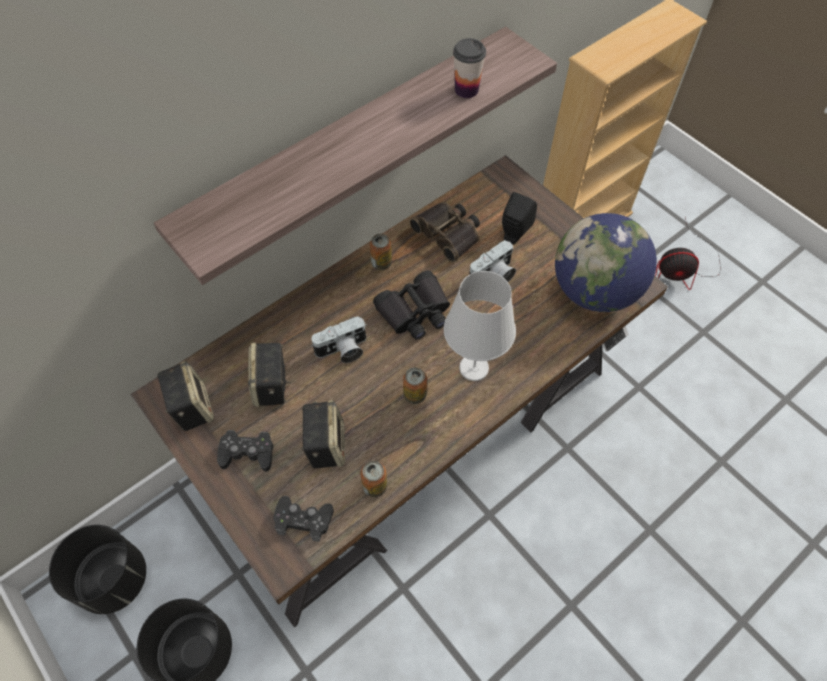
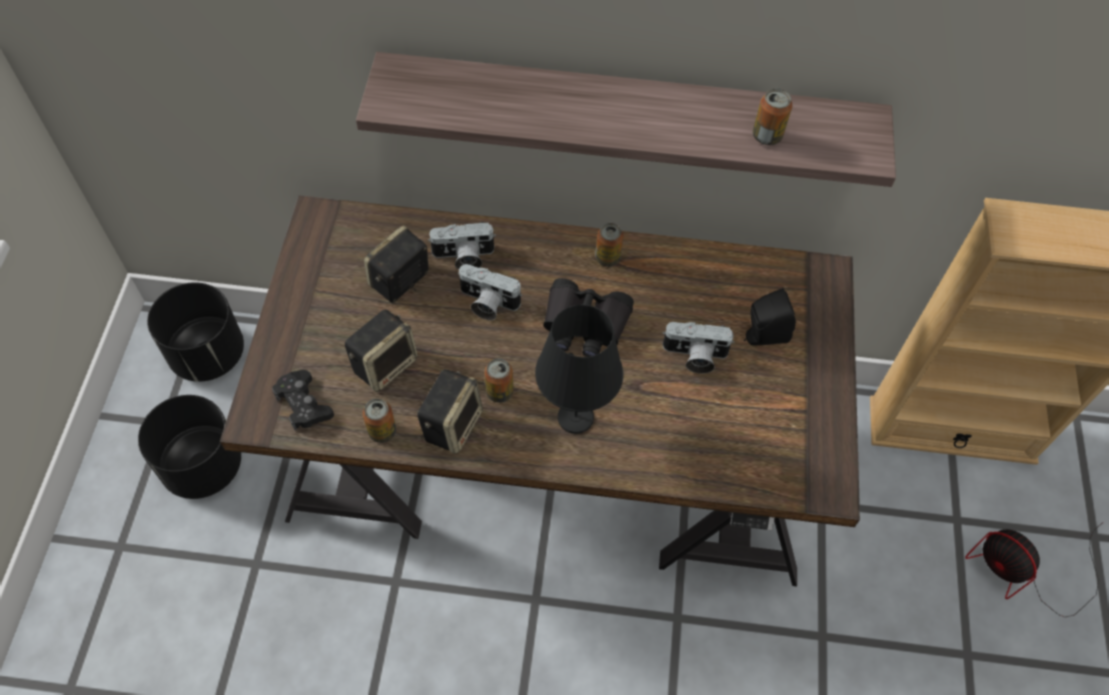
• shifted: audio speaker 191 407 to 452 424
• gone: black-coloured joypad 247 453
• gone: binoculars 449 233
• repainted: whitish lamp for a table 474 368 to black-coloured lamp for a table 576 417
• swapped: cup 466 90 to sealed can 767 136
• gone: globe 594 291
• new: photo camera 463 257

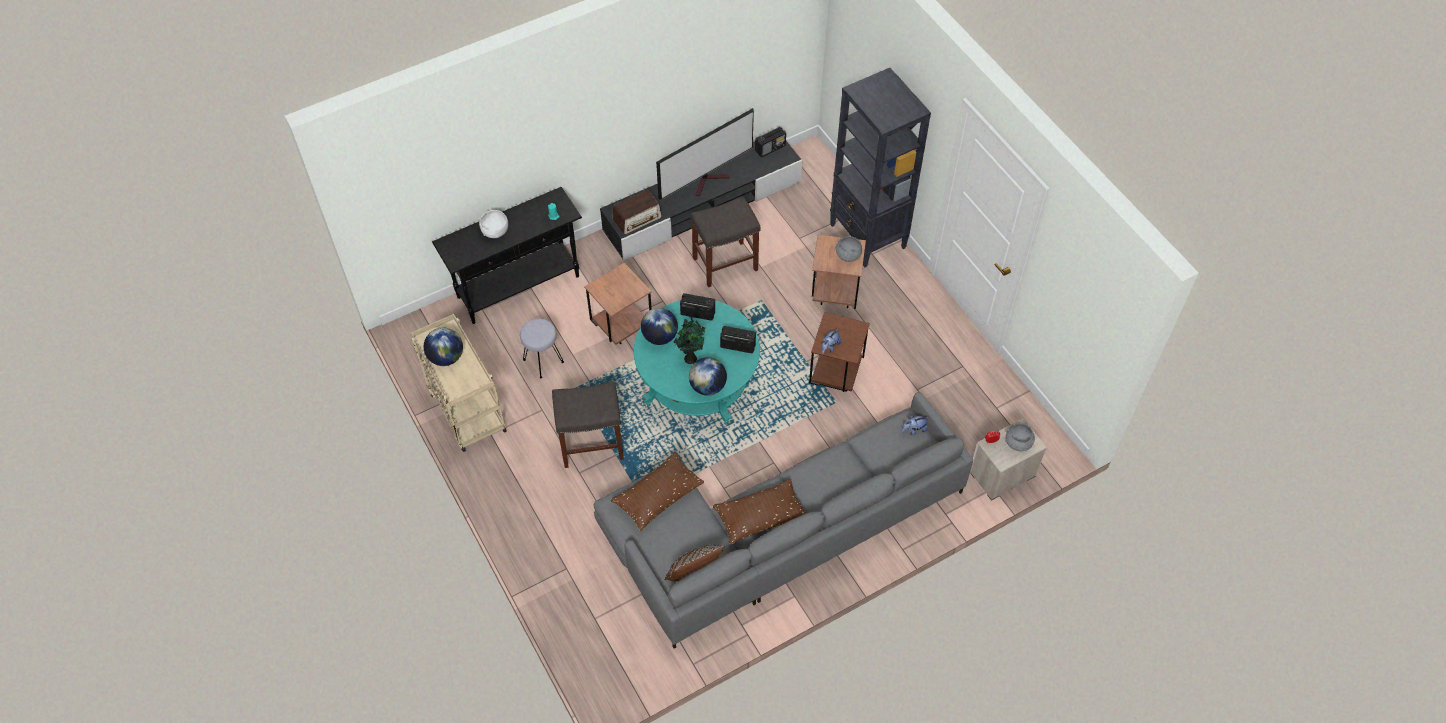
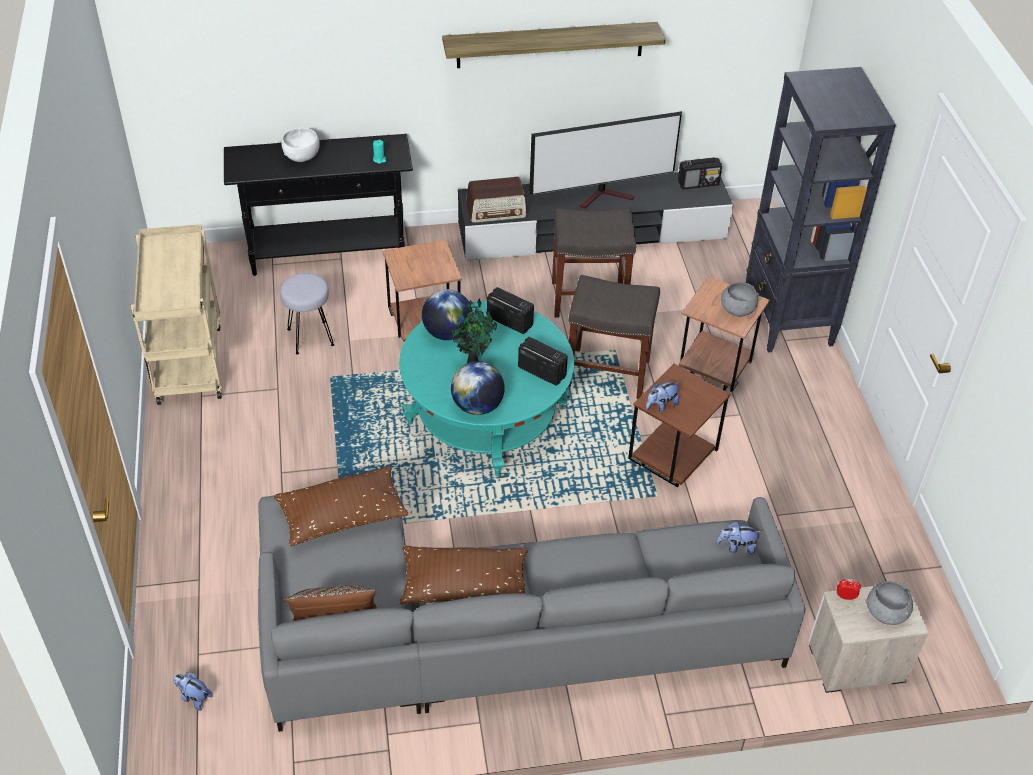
• gone: globe 446 357
• shifted: grey sitting stool 592 444 to 609 372
• new: soft toy 194 697
• new: shelf 550 45

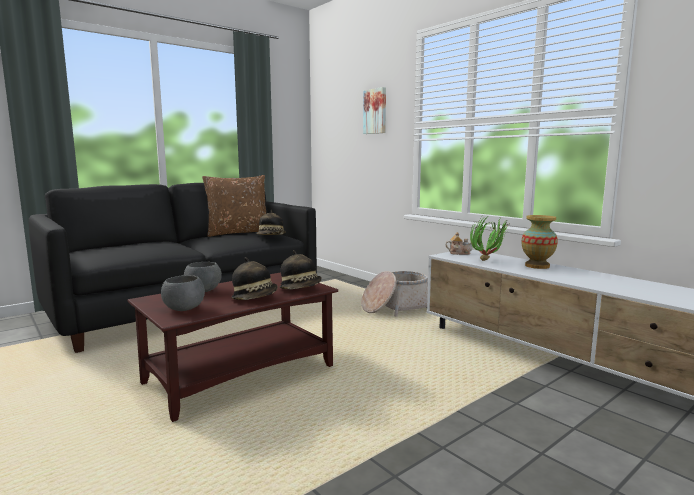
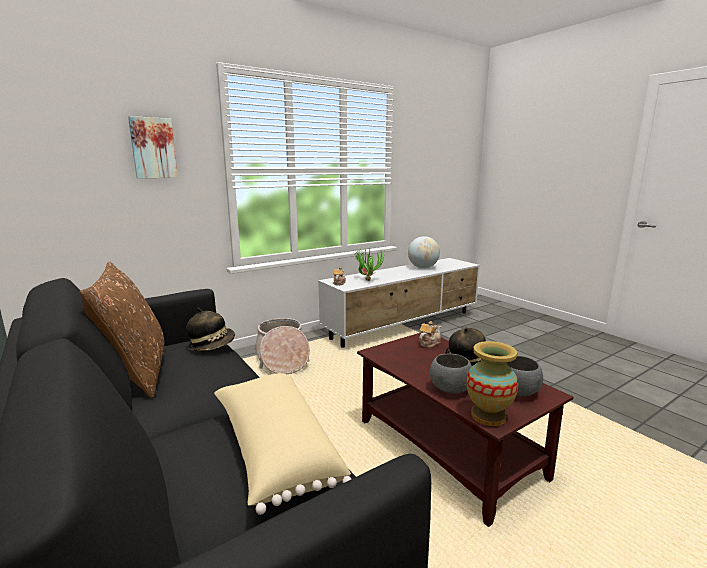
• swapped: wearable hat 301 288 to tea pot 429 343
• shifted: flower vase 537 266 to 488 416
• new: beige pillow 274 450
• new: globe 423 267

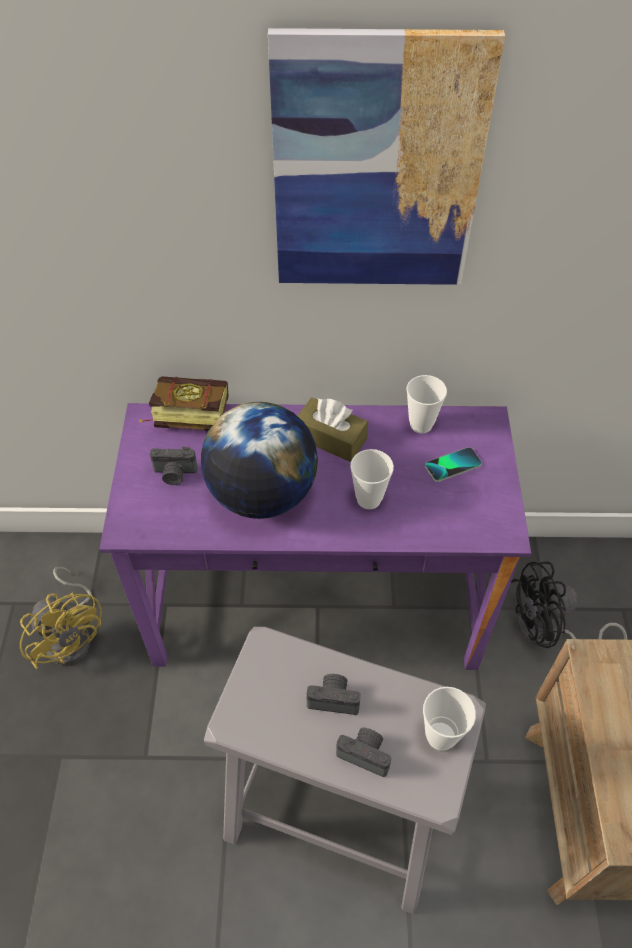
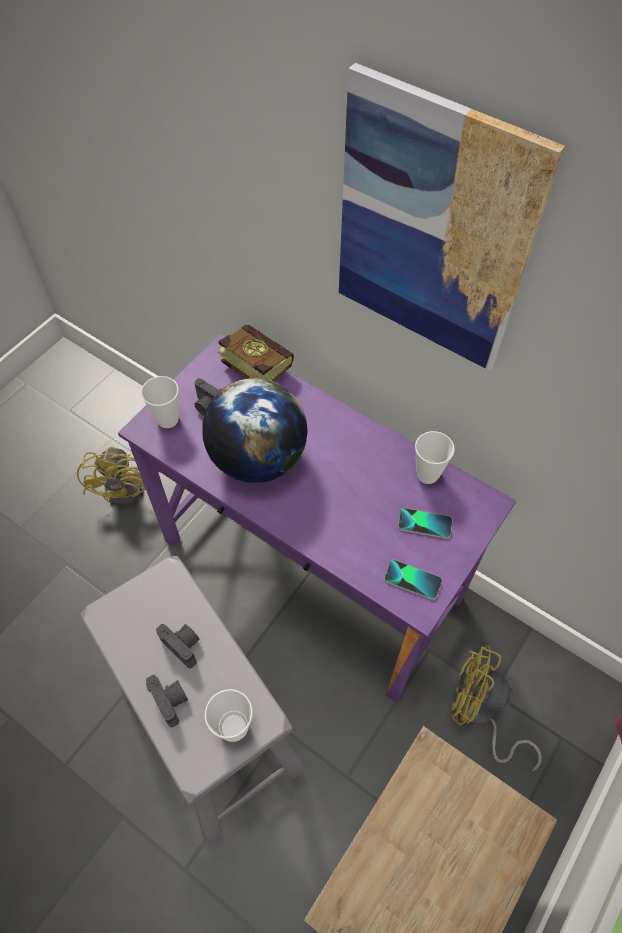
• gone: brown tissue box 330 438
• shifted: cup 369 499 to 167 419
• repainted: black-coloured cooling fan 549 633 to yellow-coloured cooling fan 479 713
• new: phone 412 580

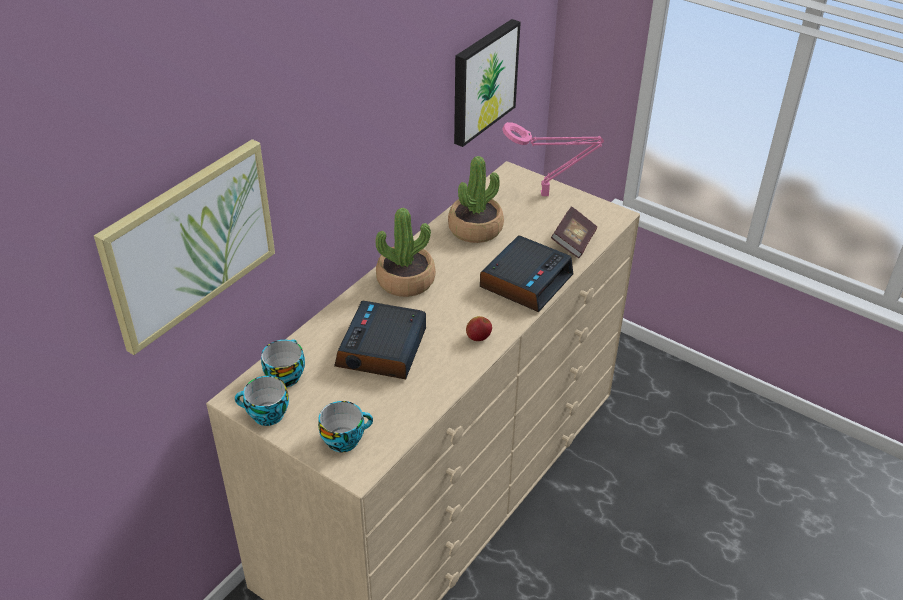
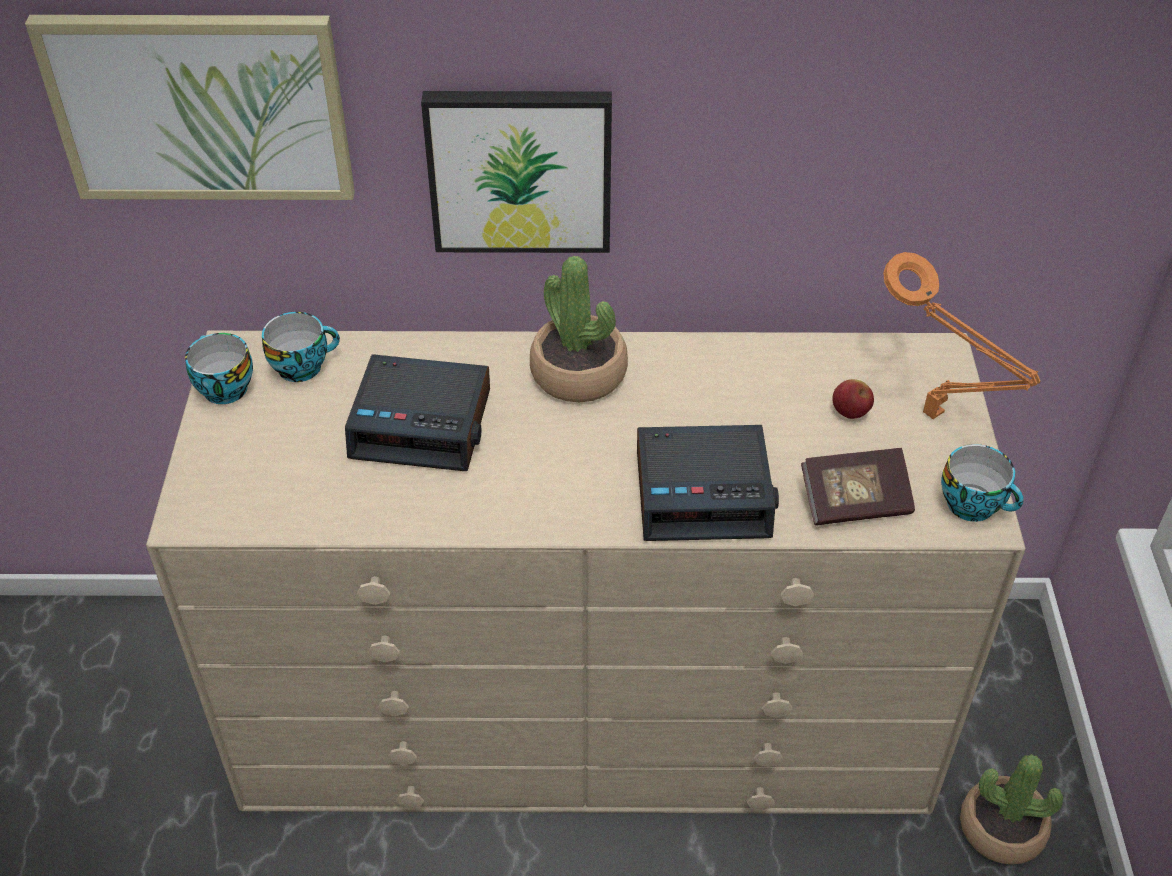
• shifted: cup 345 439 to 974 504
• rotated: alarm clock 382 349 = 423 424 150 degrees counterclockwise
• shifted: potted plant 475 229 to 1001 829
• shifted: wall art 482 81 to 520 169
• shifted: apple 478 337 to 850 413
• repainted: pink lamp for a table 547 194 to orange-coloured lamp for a table 937 417

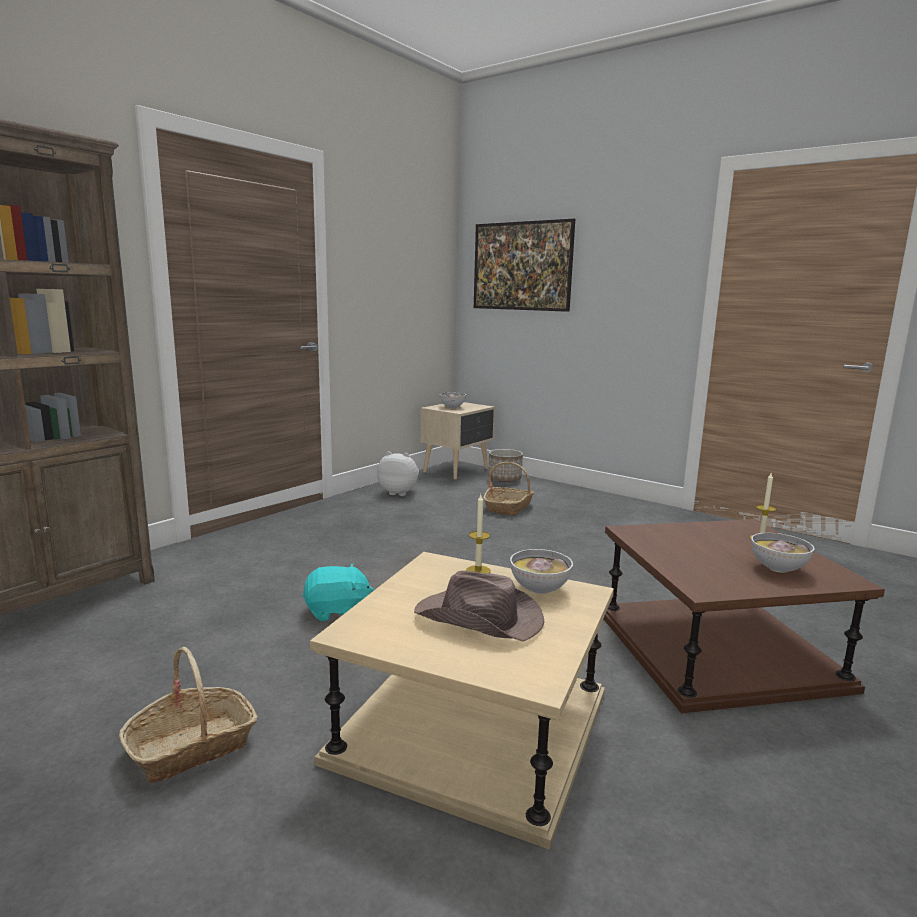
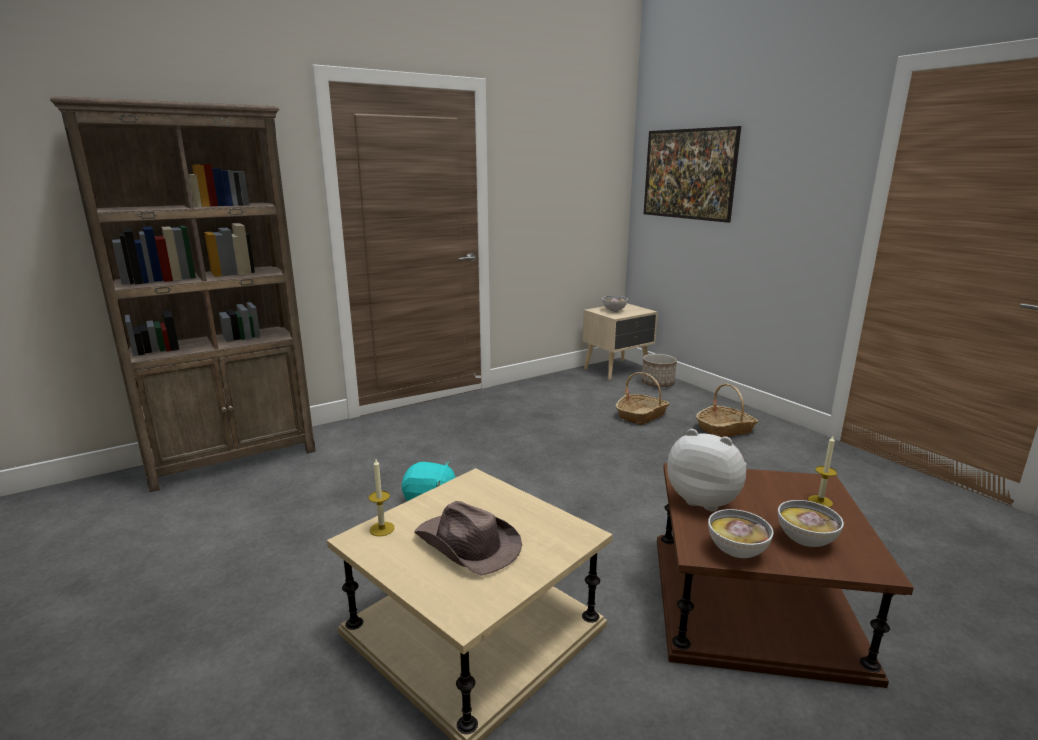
• shifted: storage basket 192 746 to 725 429
• shifted: soft toy 399 493 to 704 500
• shifted: wax candle 478 571 to 382 529
• shifted: deep dish 540 590 to 737 552

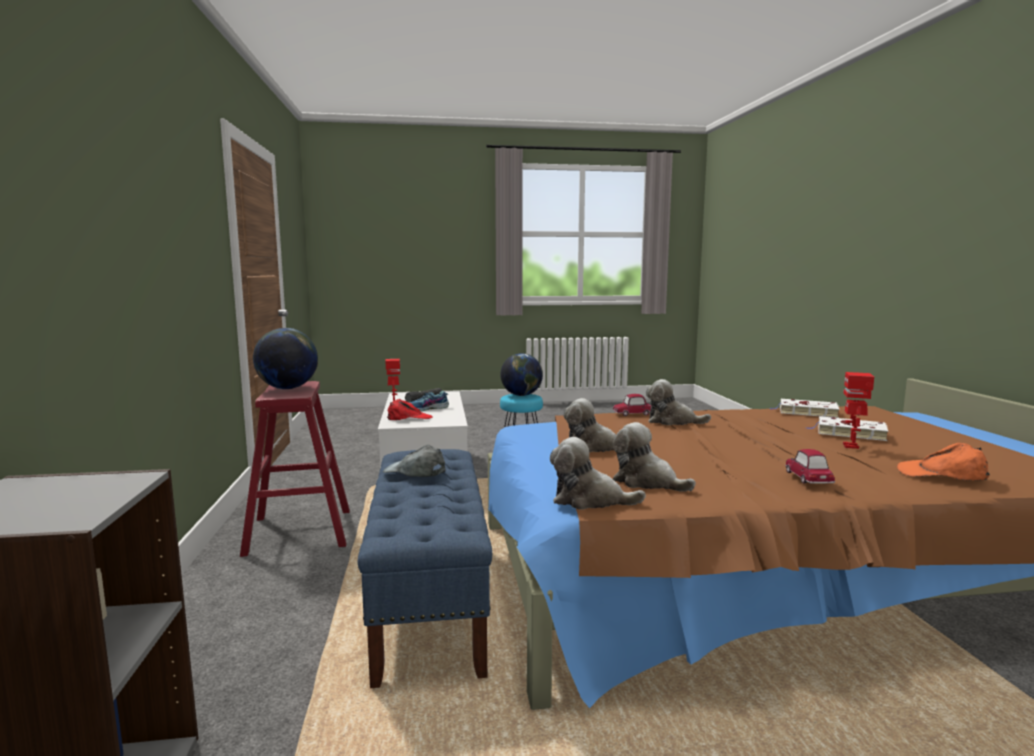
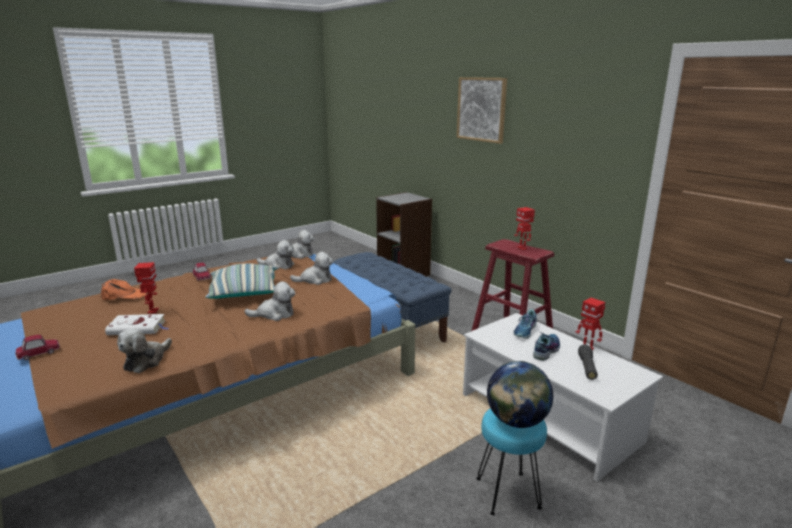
• swapped: globe 288 388 to toy robot 522 248
• gone: grey cap 415 471
• swapped: red-coloured cap 409 418 to low shoe 525 331
• shifted: model car 632 413 to 38 353
• swapped: whitish bound book 806 412 to soft toy 146 361
• new: pillow 244 293
• new: wall art 481 109

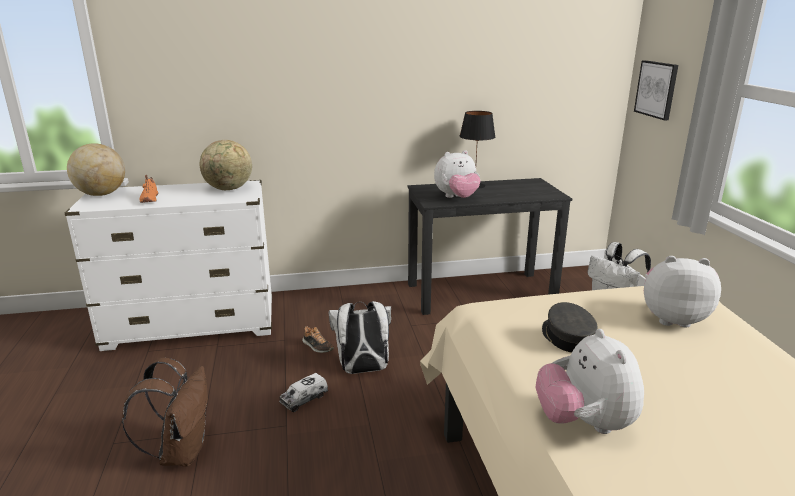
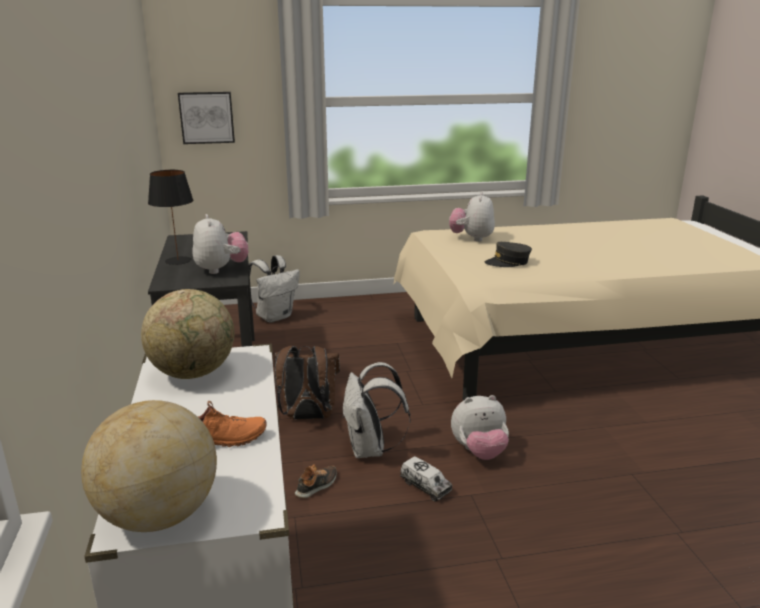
• shifted: brown rucksack 182 451 to 307 417
• shifted: soft toy 584 423 to 479 452

